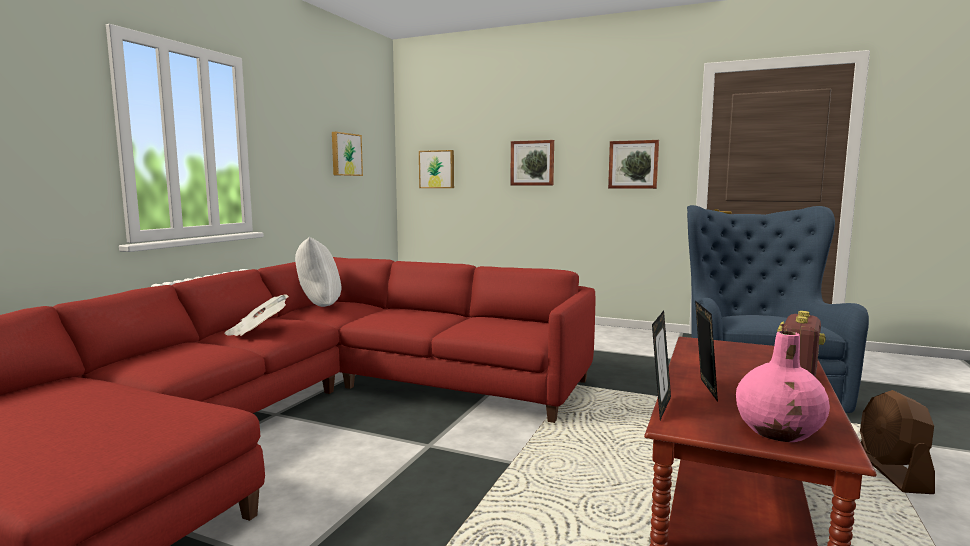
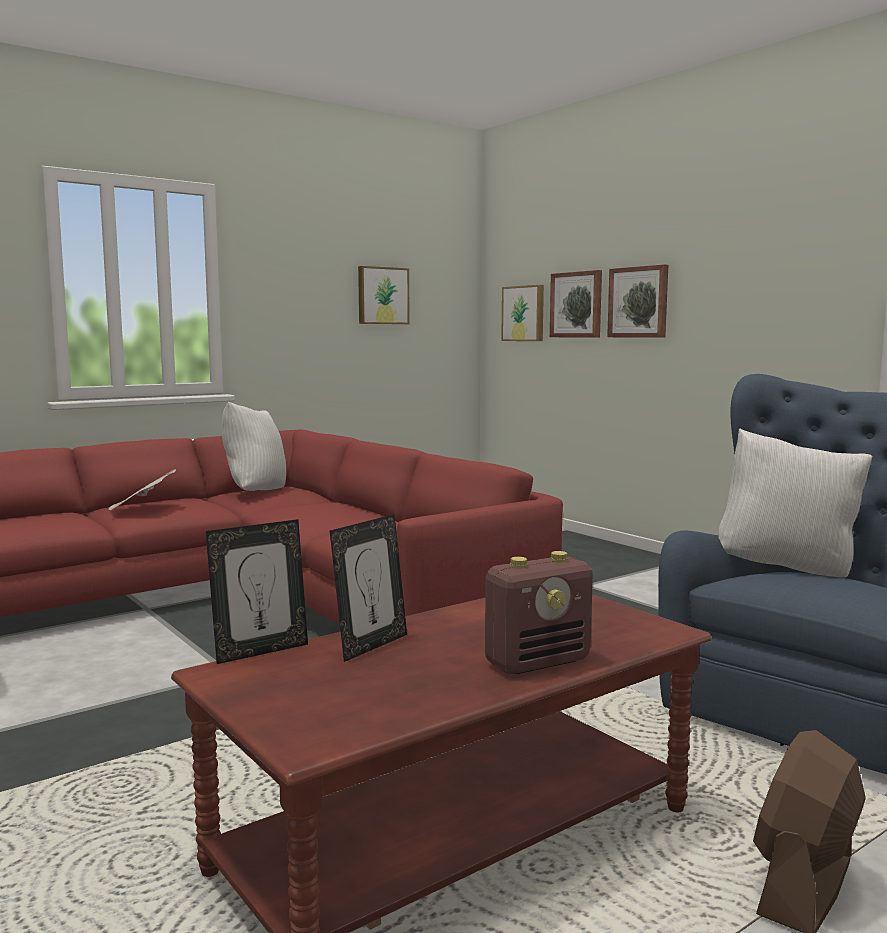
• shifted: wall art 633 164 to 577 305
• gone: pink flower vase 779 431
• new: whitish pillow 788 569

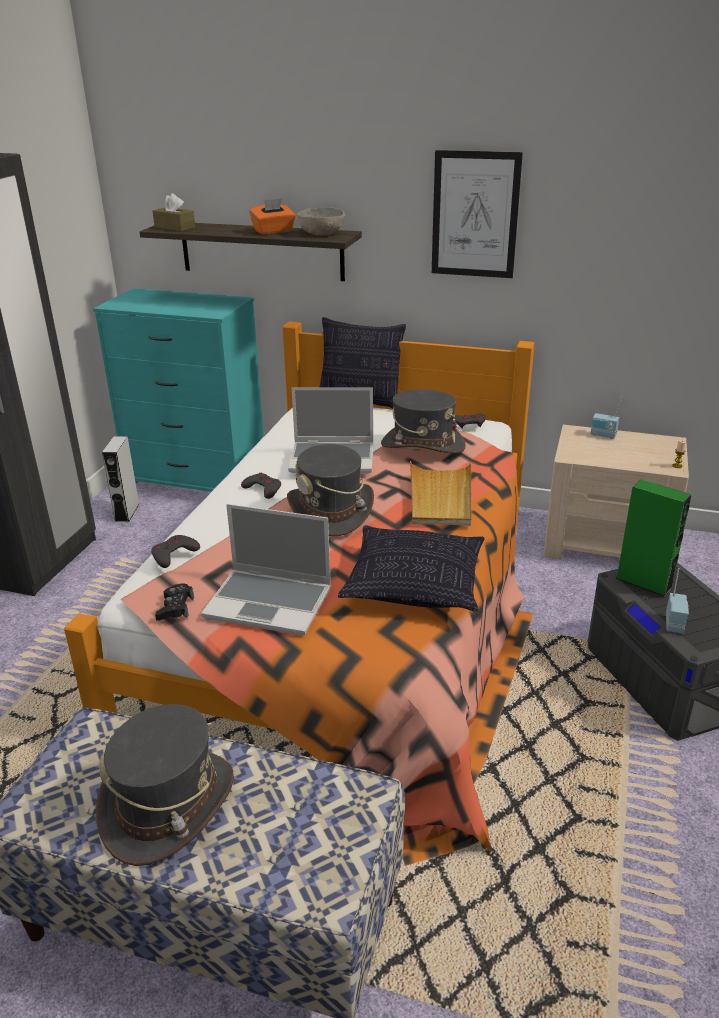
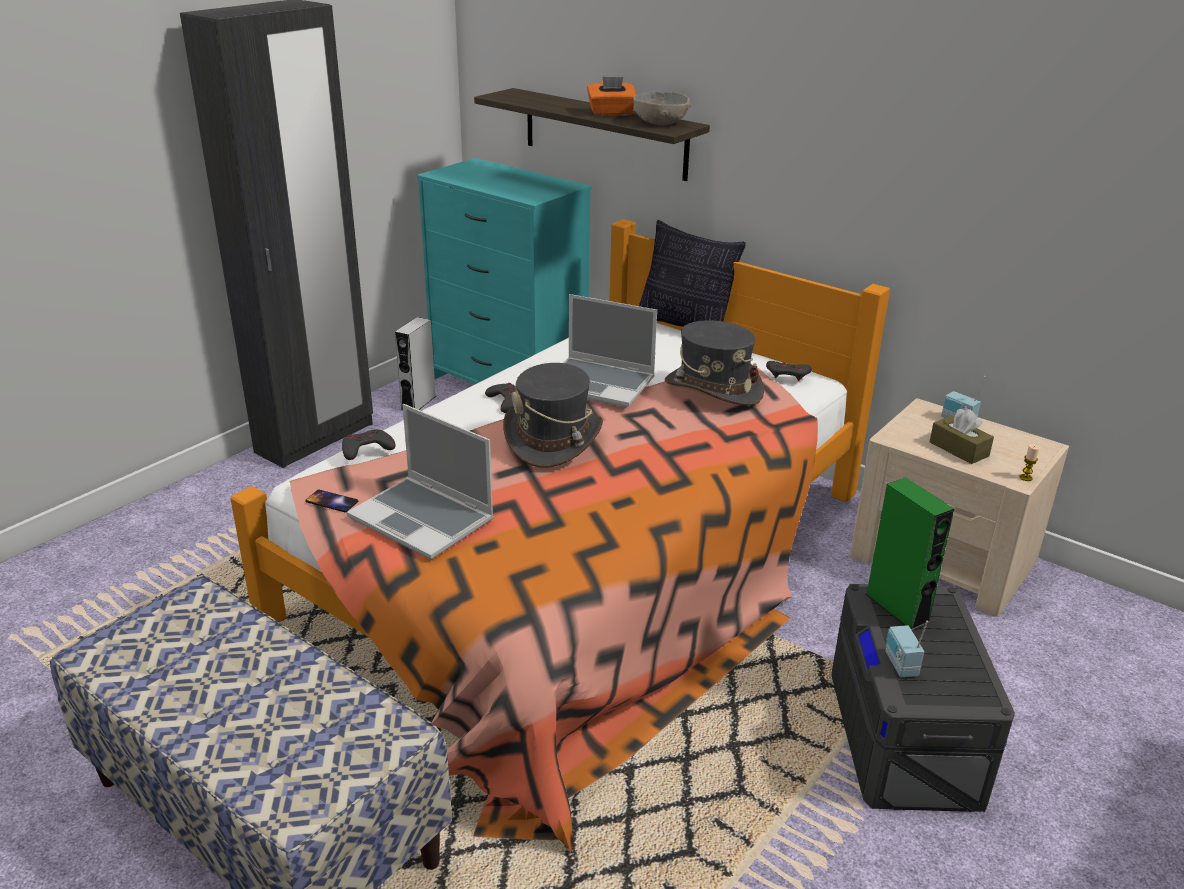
• gone: grey wearable hat 169 805
• shifted: brown tissue box 175 227 to 959 449
• swapped: black-coloured joypad 175 608 to phone 331 501
• gone: pillow 415 585
• gone: beige carrying tray 440 497
• gone: wall art 475 215
• rotated: radio 675 624 = 899 665 135 degrees clockwise

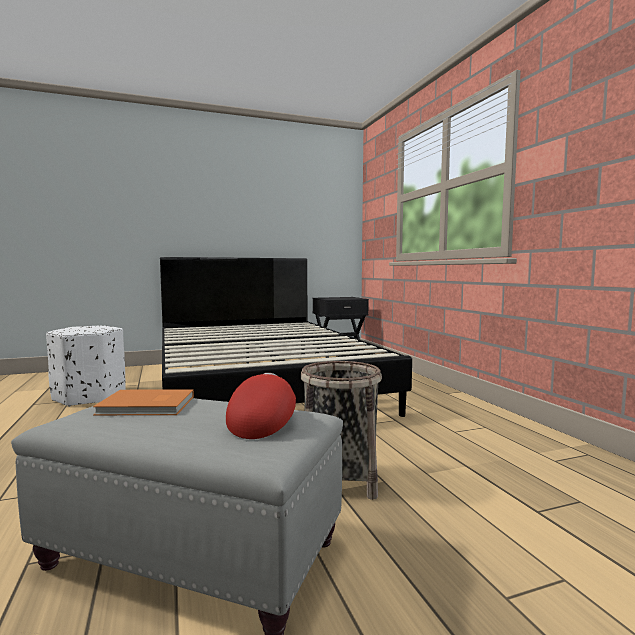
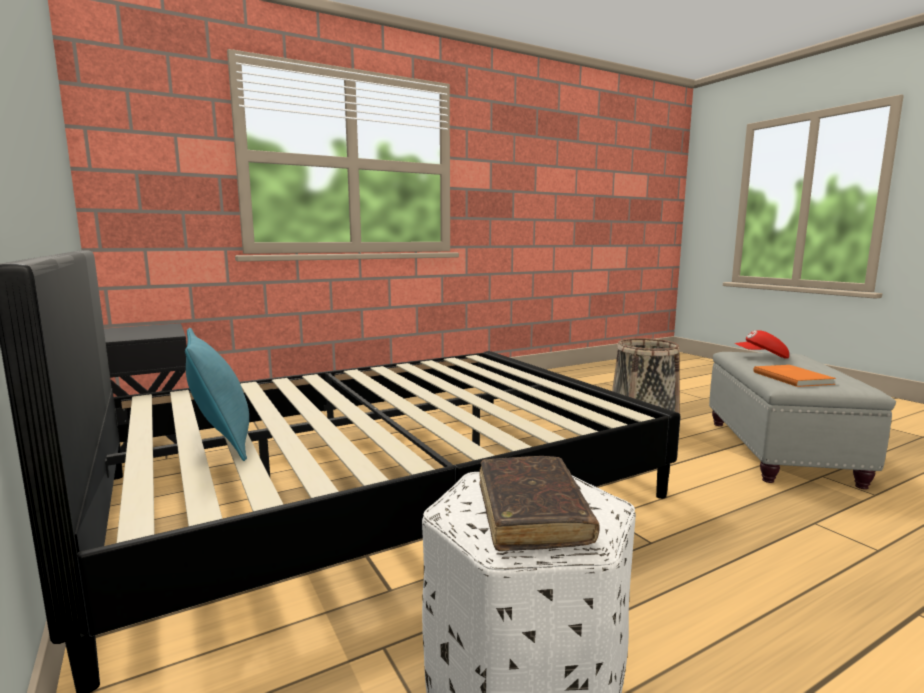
• new: blue-green pillow 222 442
• new: brown bound book 532 514

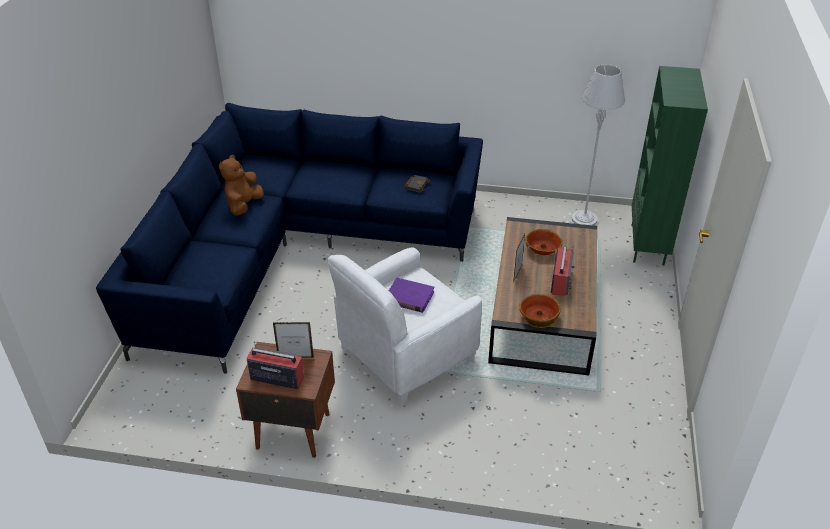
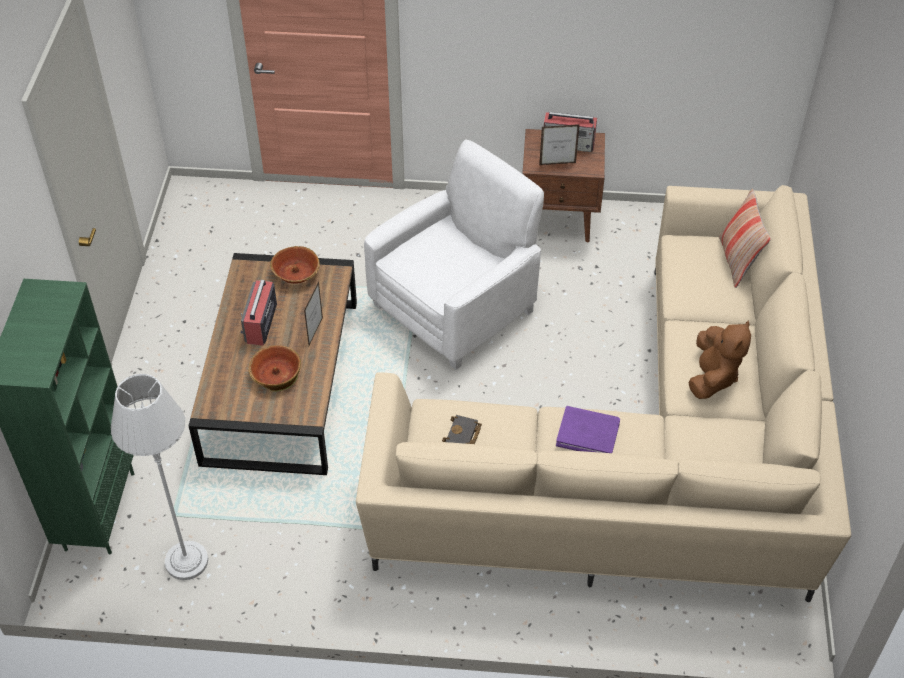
• repainted: blue settee 292 250 to beige settee 647 460
• shifted: purple-coloured bound book 409 297 to 588 433
• new: pillow 737 261

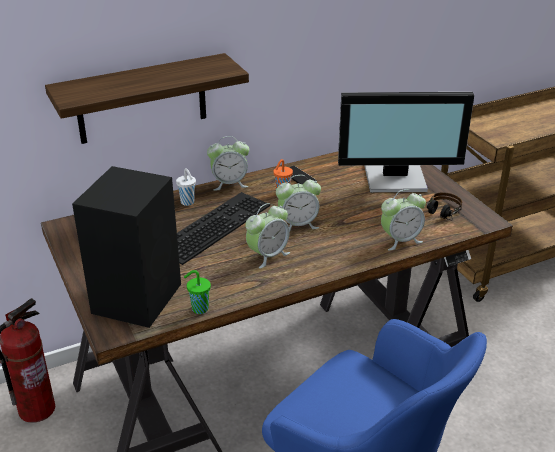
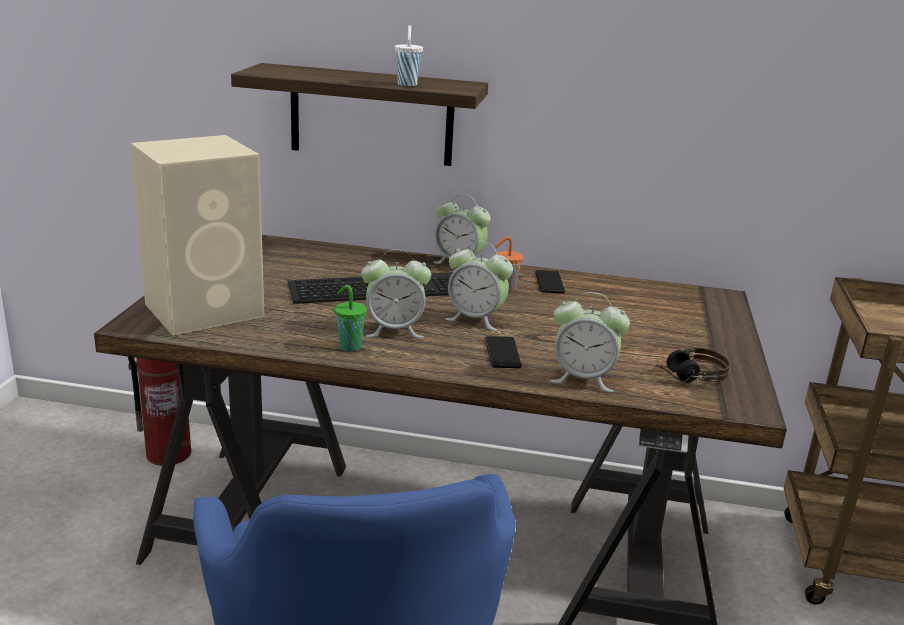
• repainted: black-coloured audio speaker 138 297 to beige audio speaker 207 310
• shifted: whitish cup 188 202 to 407 85
• shifted: green cup 199 309 to 349 346
• gone: computer display 396 179
• new: phone 502 353

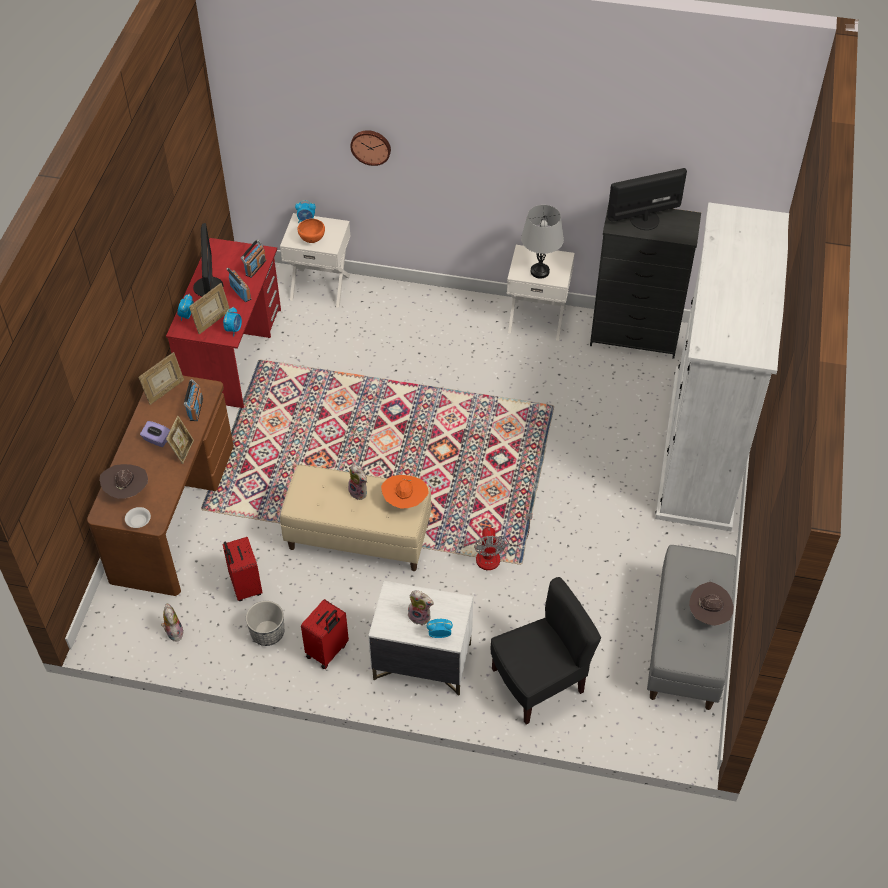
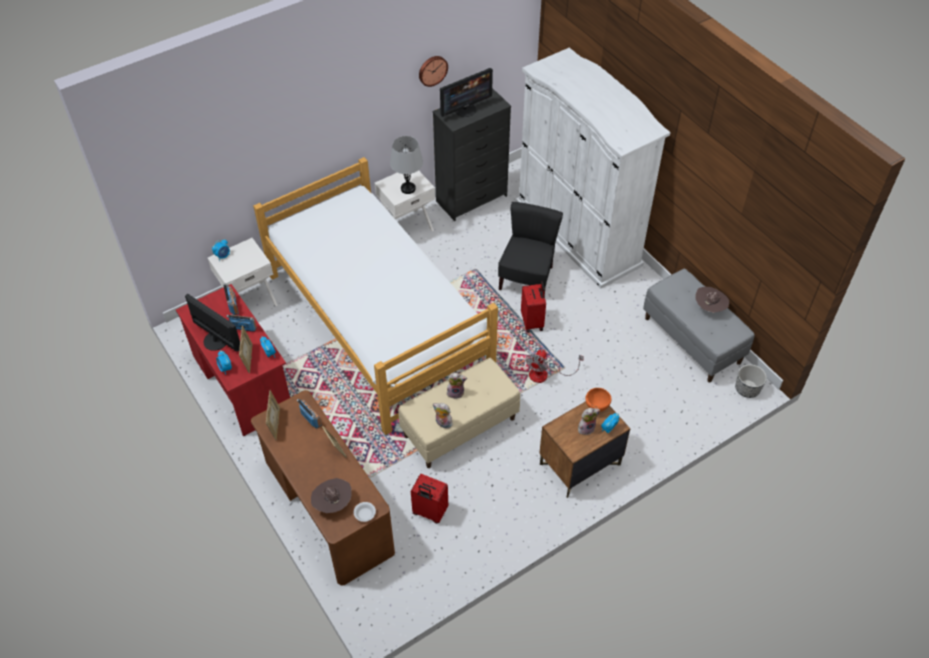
• gone: purple-coloured tissue box 157 440
• shifted: soft toy 173 632 to 442 423
• shifted: planter 267 633 to 747 389
• shifted: orange-coloured deep dish 312 240 to 596 407
• shifted: red-coloured travel case 327 651 to 533 322
• shifted: clock on the wall 371 146 to 432 70
• repainted: whitish nightstand 421 662 to brown nightstand 579 465
• gone: orange-coloured wearable hat 405 501
• rotated: cooling fan 495 554 = 545 374 75 degrees clockwise
• shifted: black-coloured upright chair 538 682 to 527 278
• rotated: computer display 644 219 = 465 109 150 degrees counterclockwise
• new: bed 378 323

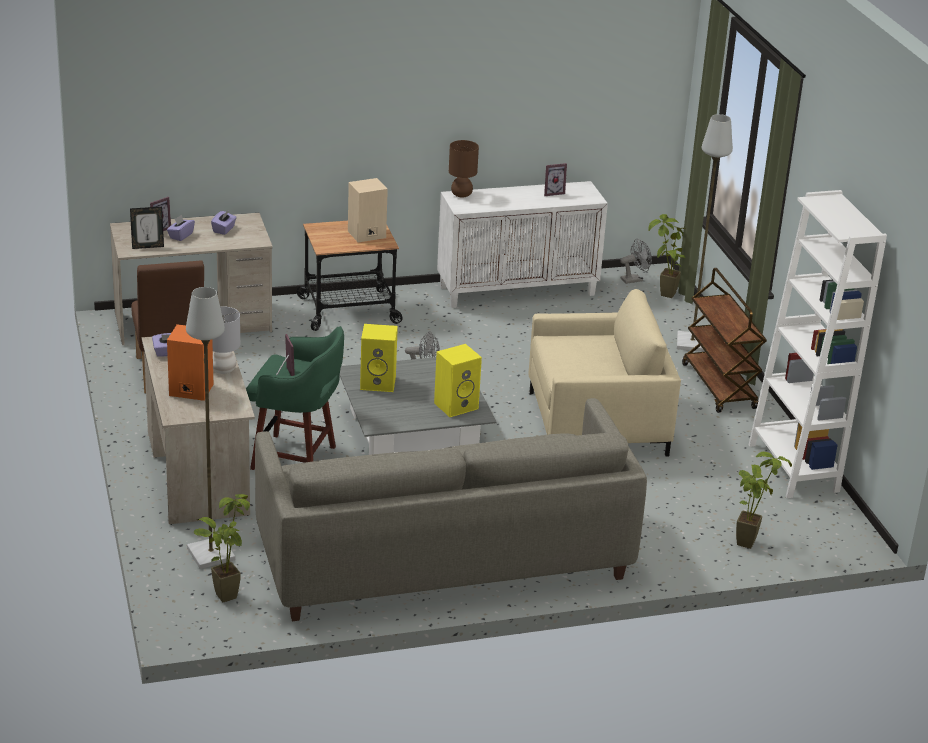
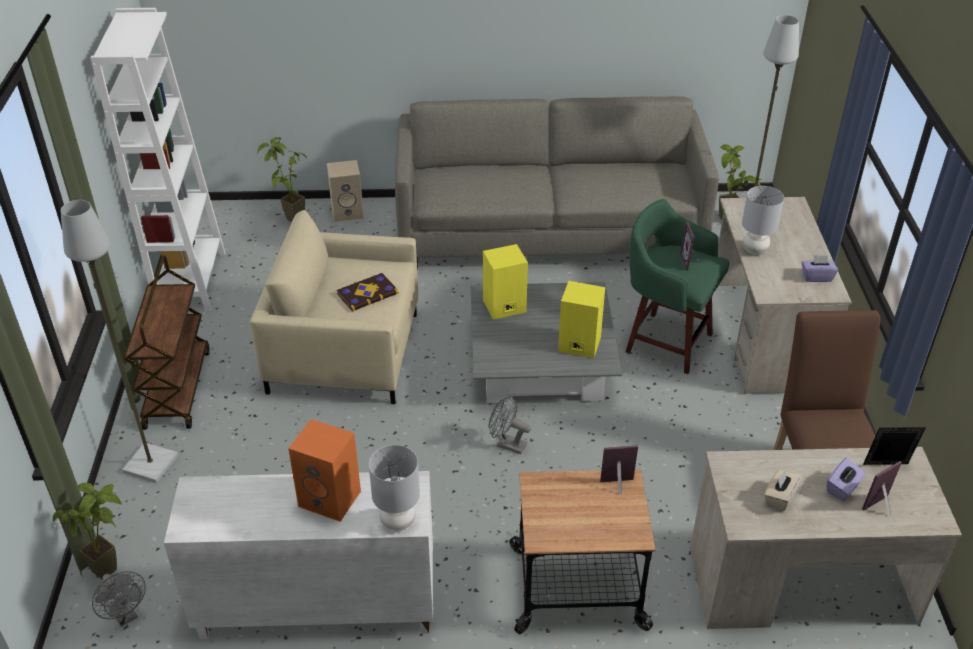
• shifted: orange-coloured audio speaker 190 390 to 331 498
• repainted: purple-coloured tissue box 224 229 to beige tissue box 779 497
• shifted: beige audio speaker 366 235 to 348 212
• repainted: brown lamp for a table 462 195 to grey lamp for a table 397 521
• shifted: picture frame 552 192 to 618 486
• rotated: grey cooling fan 634 279 = 126 615 120 degrees counterclockwise
• new: bound book 367 293

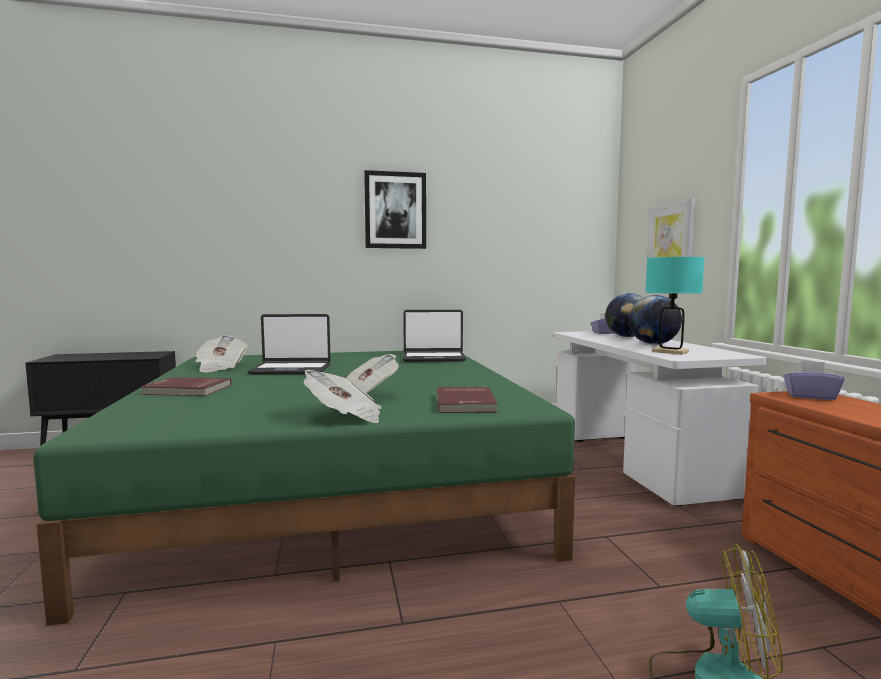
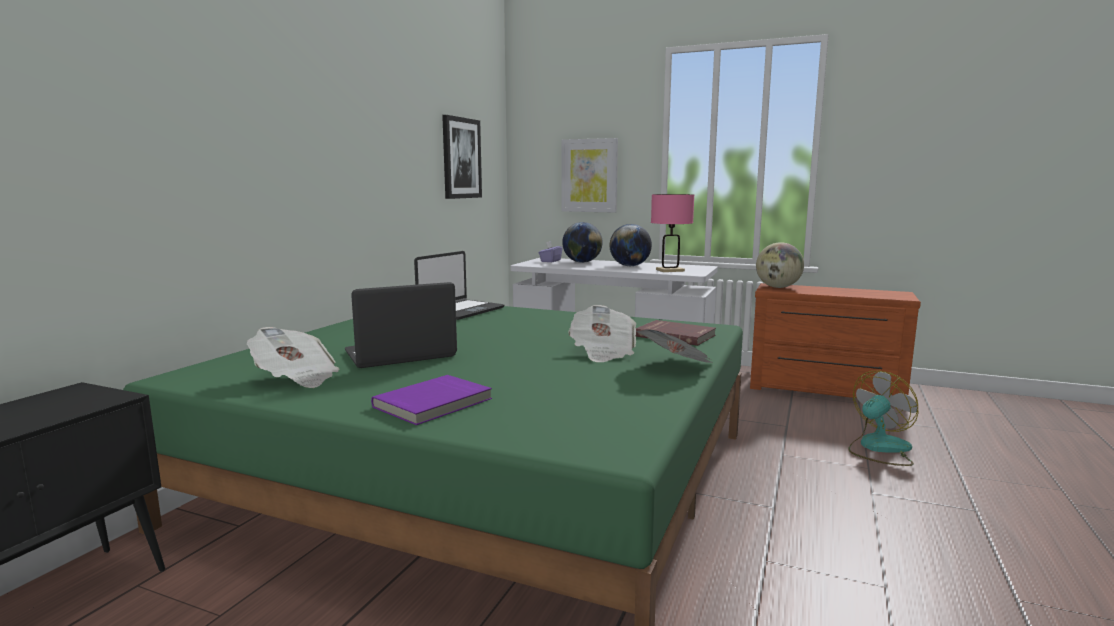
• repainted: red-coloured bound book 187 390 to purple-coloured bound book 434 403
• rotated: portable computer 291 370 = 400 355 150 degrees counterclockwise
• shifted: wall art 395 210 to 461 158
• repainted: blue-green lamp for a table 670 352 to pink lamp for a table 670 270
• swapped: purple-coloured tissue box 810 396 to globe 778 287

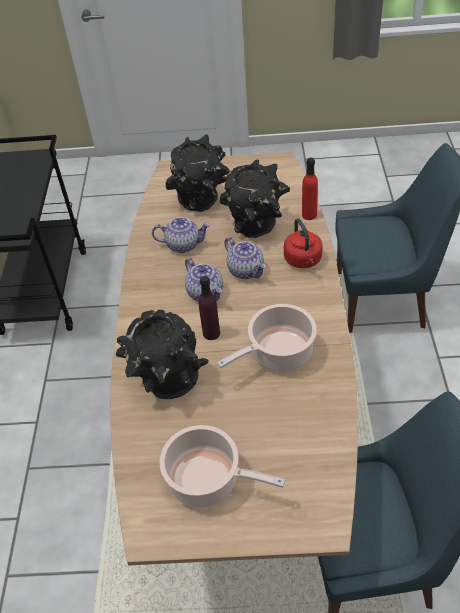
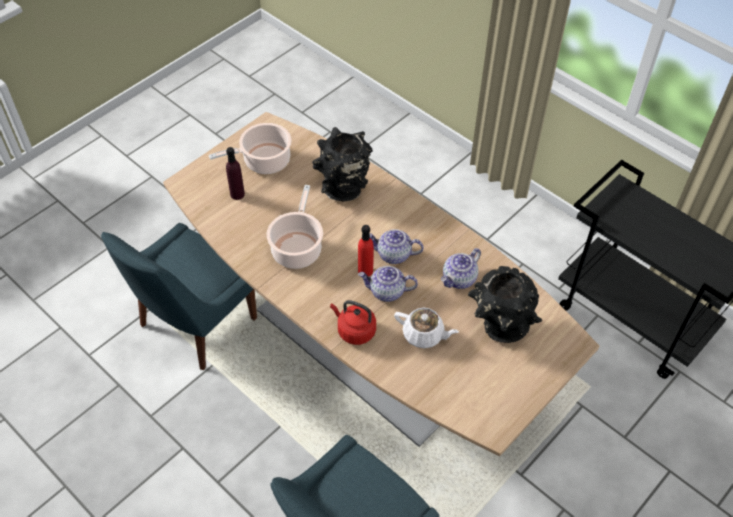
• shifted: purple-coloured drink bottle 211 333 to 237 194
• swapped: black-coloured flower vase 257 228 to whitish tea pot 424 335
• shifted: red-coloured drink bottle 309 215 to 365 271

